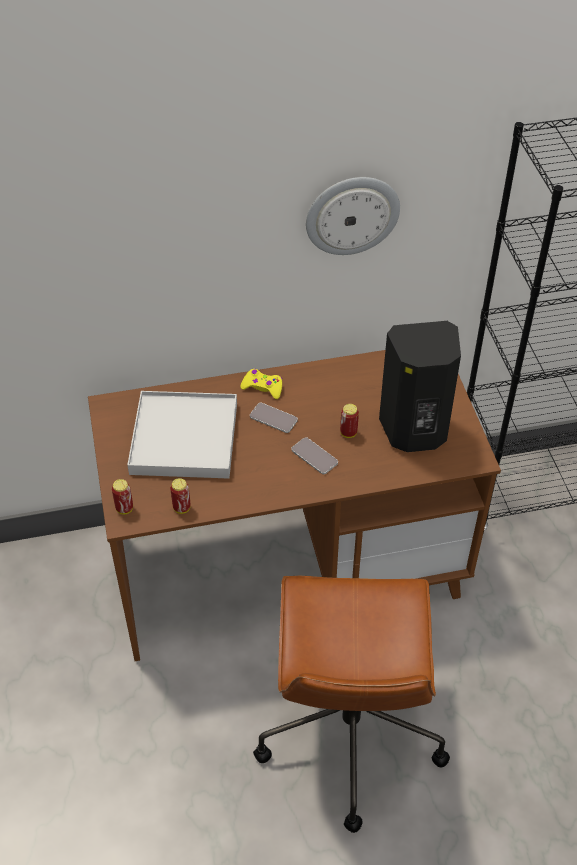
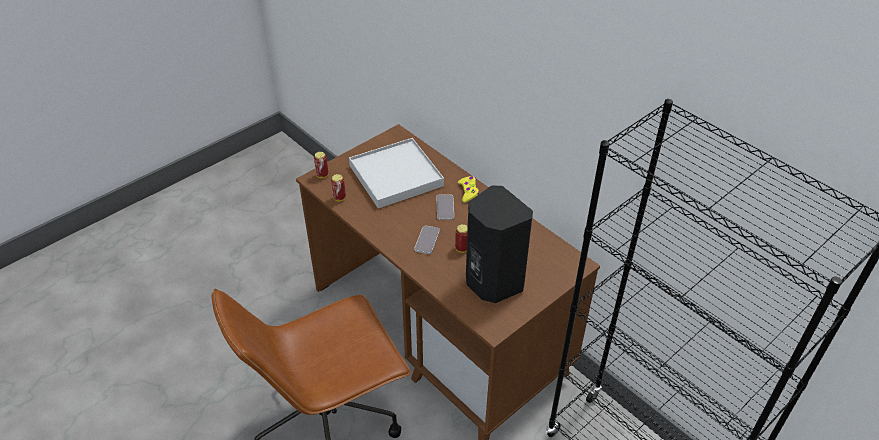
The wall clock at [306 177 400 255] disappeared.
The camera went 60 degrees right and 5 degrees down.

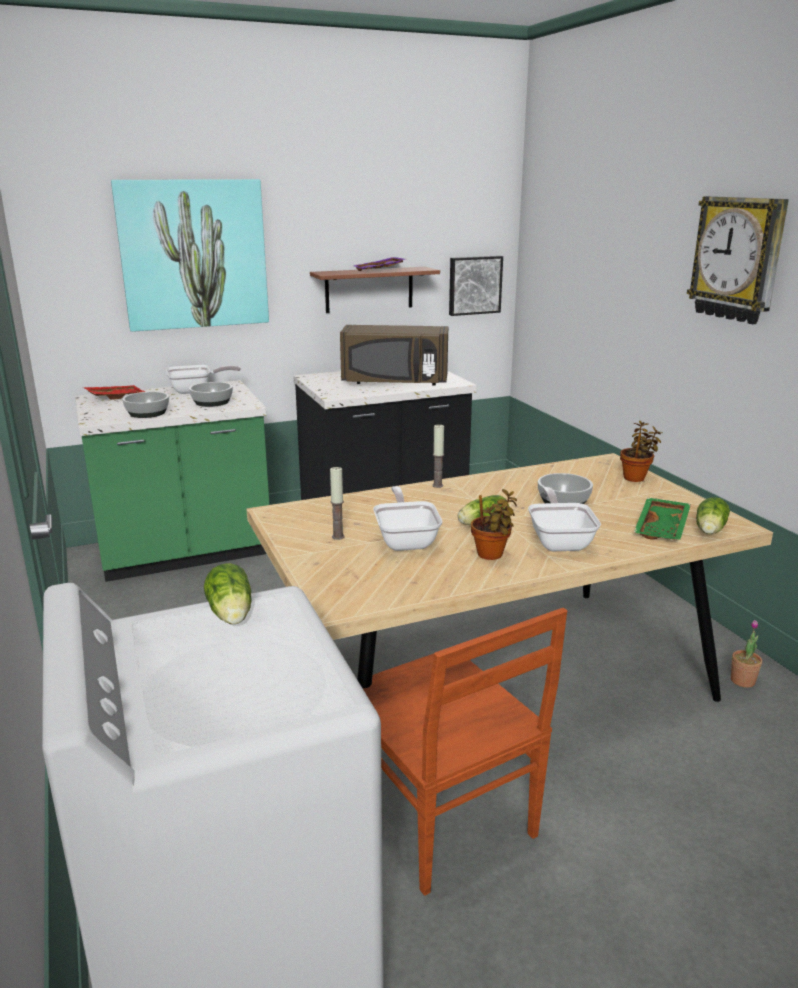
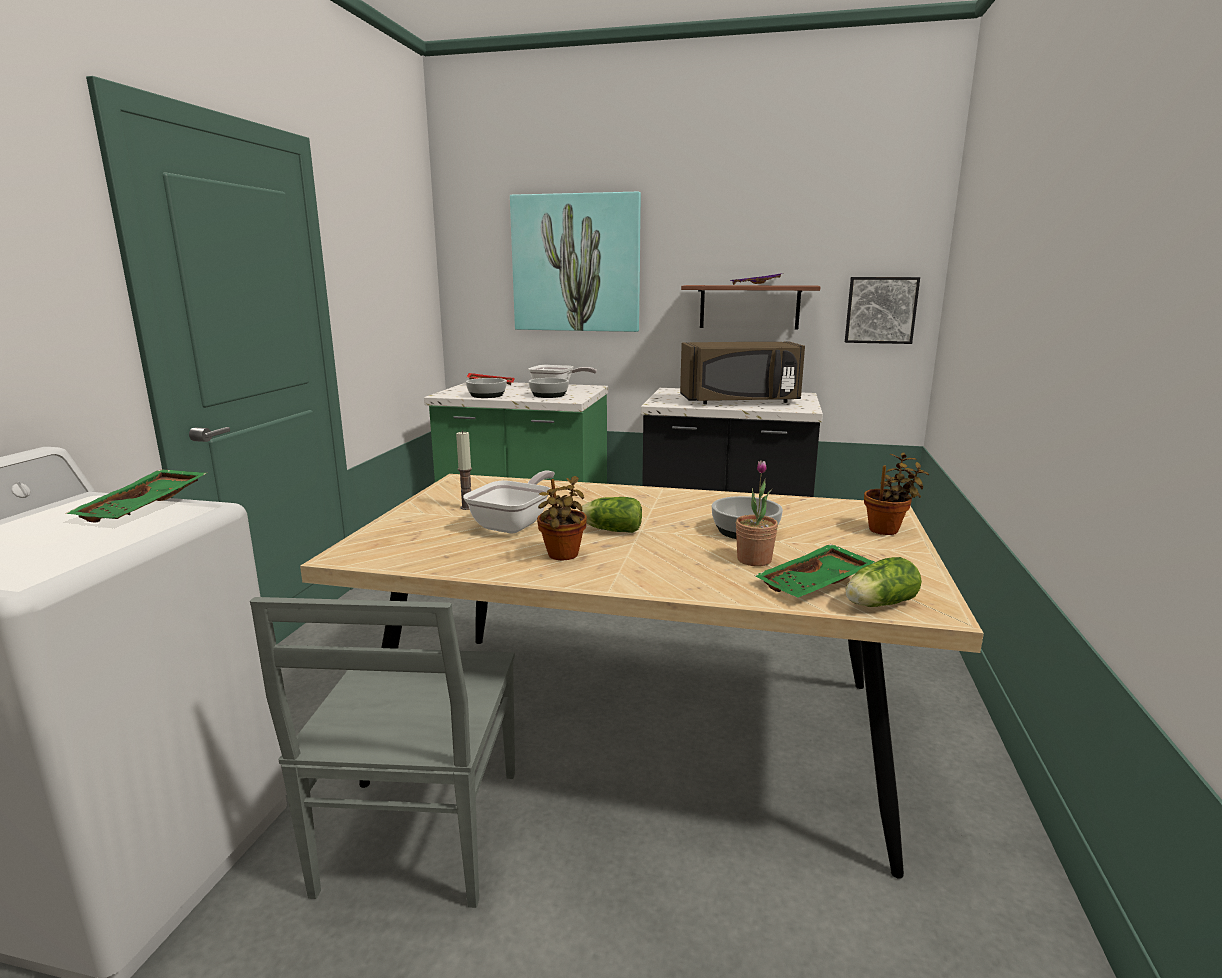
The candle at [432 425 444 488] disappeared.
The frying pan at [528 487 601 551] disappeared.
The wall clock at [687 196 789 324] disappeared.
The potted plant moved from [731 620 762 688] to [736 460 778 566].
The lettuce at [204 563 251 624] was replaced by the green tray at [65 469 207 523].
The brown chair at [363 608 568 896] became the grey chair at [250 597 515 908].
The brown microwave at [340 325 448 386] turned 45 degrees counterclockwise.
The camera went 35 degrees right and 5 degrees down.

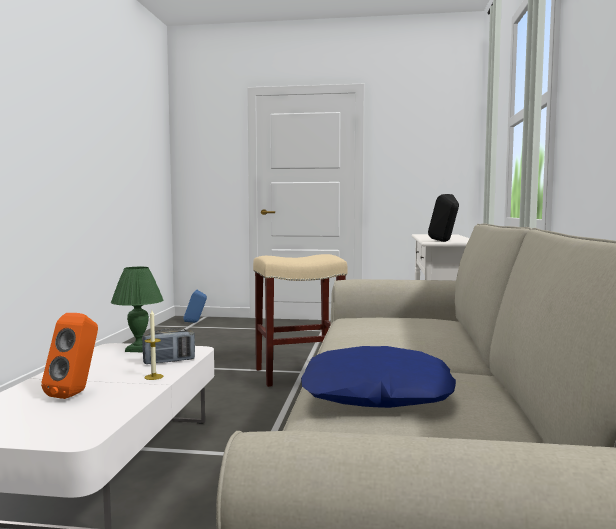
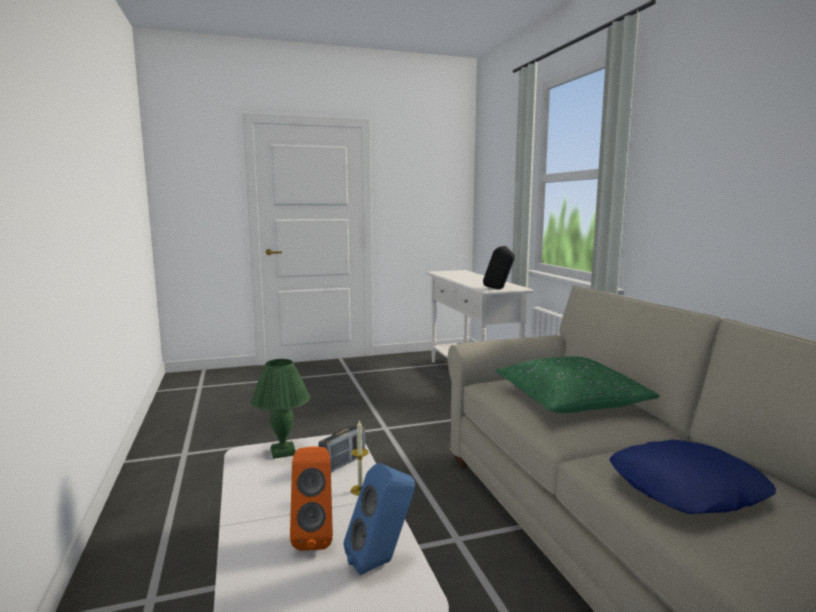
The beige stool at [253 254 348 387] disappeared.
The green pillow at [496 356 660 413] appeared.
The blue speaker moved from [183 290 207 323] to [344 463 415 575].
The camera went 25 degrees left and 5 degrees up.

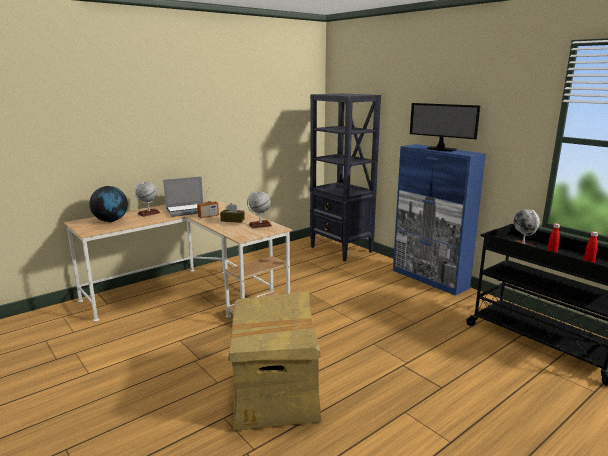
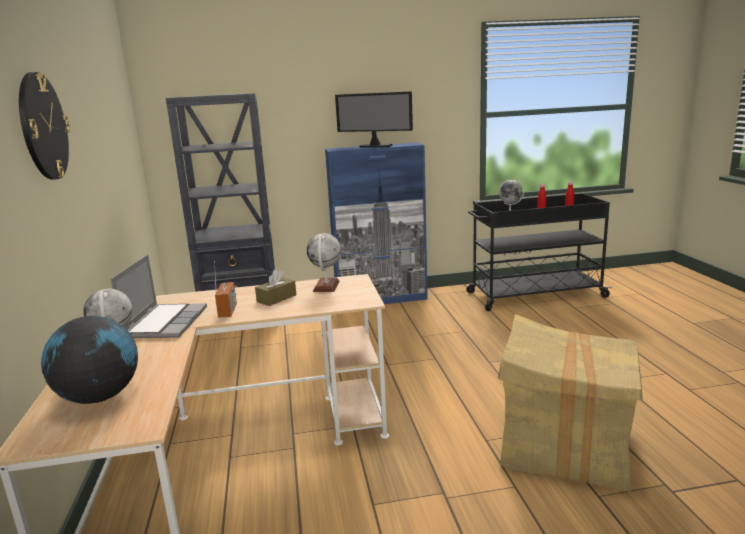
The wall clock at [19 72 70 180] appeared.
The monitor at [410 103 480 151] turned 45 degrees clockwise.
The camera went 60 degrees left and 0 degrees up.

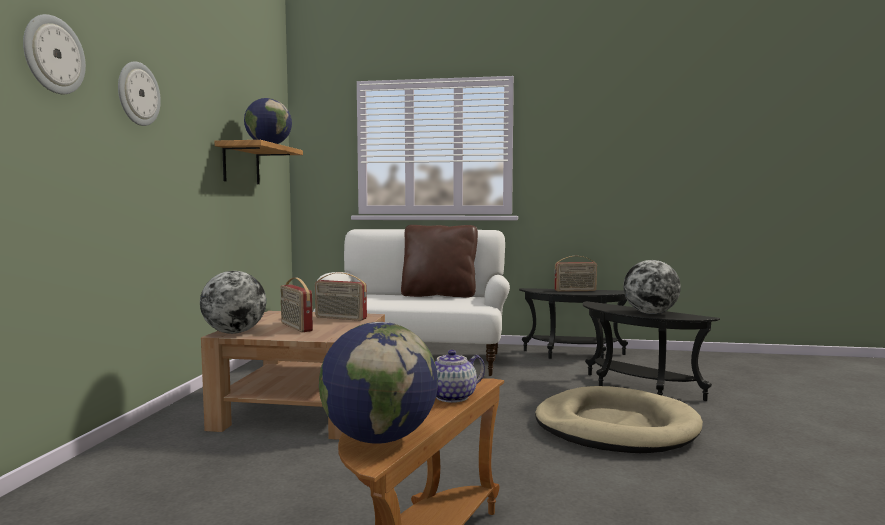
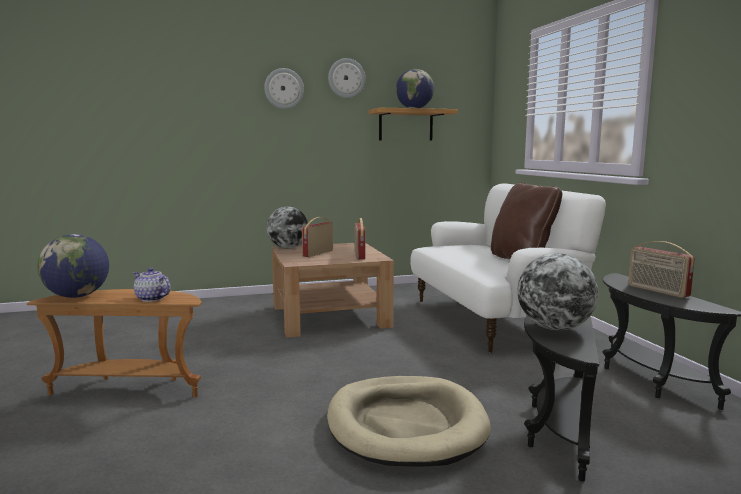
The wall clock moved from [23 14 86 94] to [328 58 366 98].
The camera went 65 degrees right and 5 degrees up.

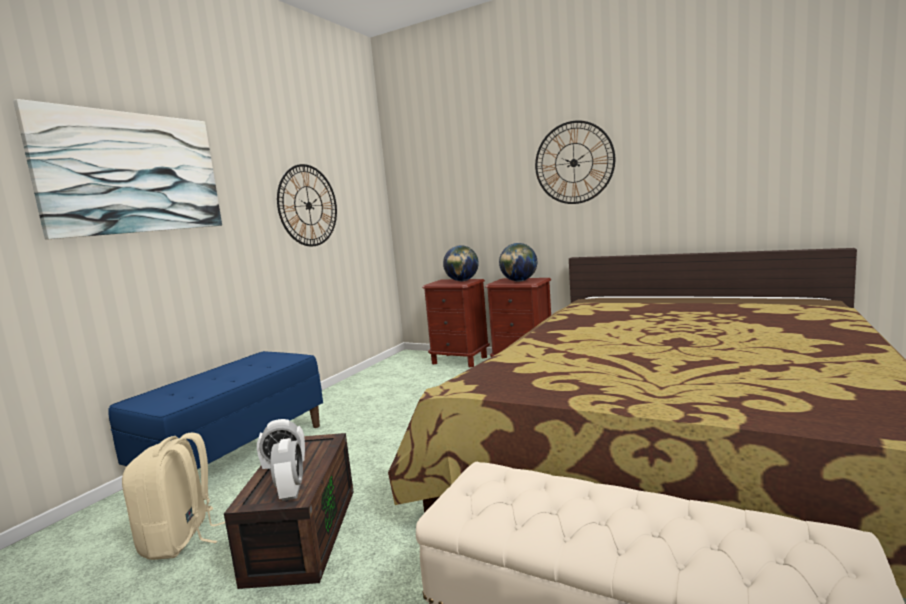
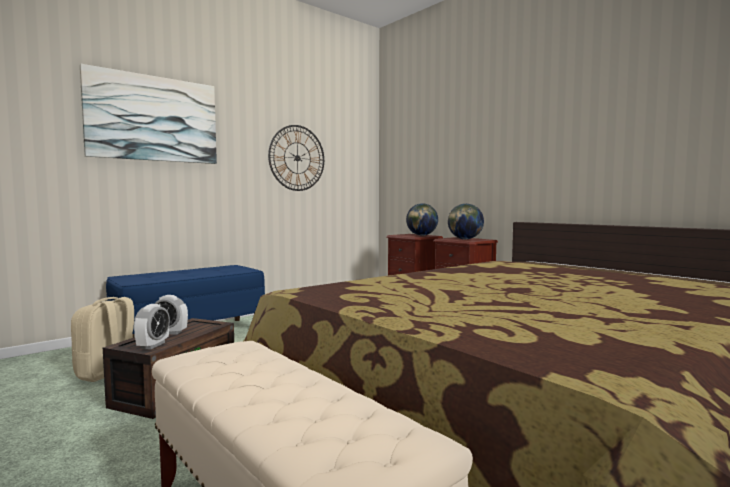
The wall clock at [535 120 615 204] disappeared.
The camera went 20 degrees right and 5 degrees down.

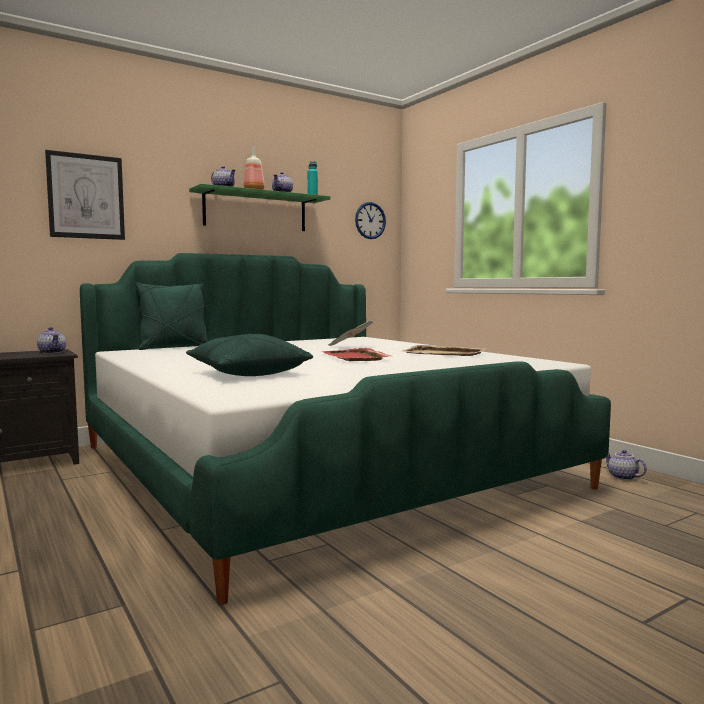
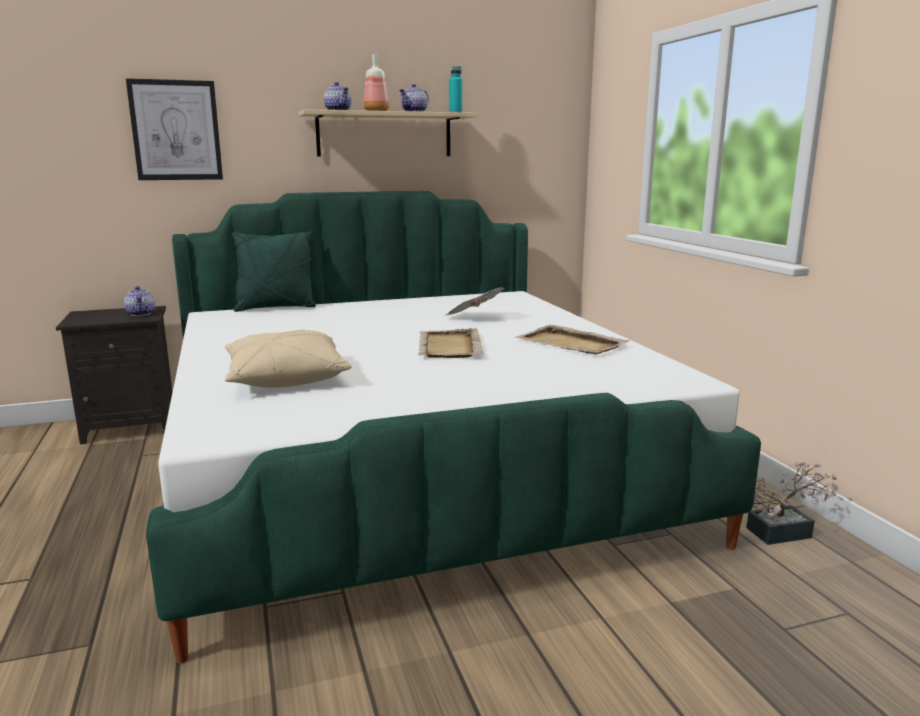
The wall clock at [355 202 386 239] disappeared.
The teapot at [606 450 647 480] was replaced by the potted plant at [746 462 837 545].
The green pillow at [186 333 313 376] became the beige pillow at [225 330 351 388].
The green shelf at [189 184 331 231] became the beige shelf at [299 110 477 156].
The red tray at [321 348 390 361] became the beige tray at [419 328 484 358].
The camera went 15 degrees right and 10 degrees up.

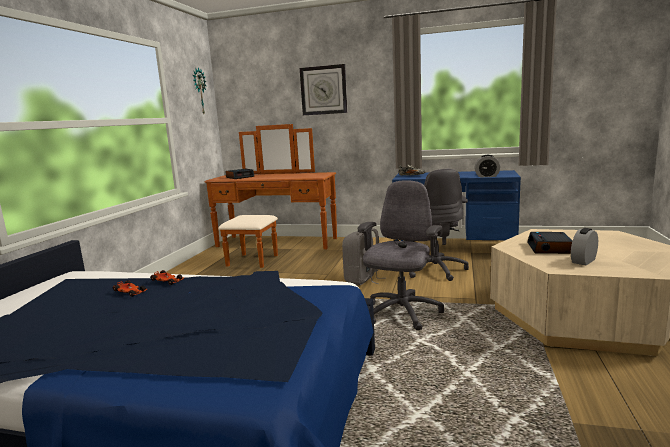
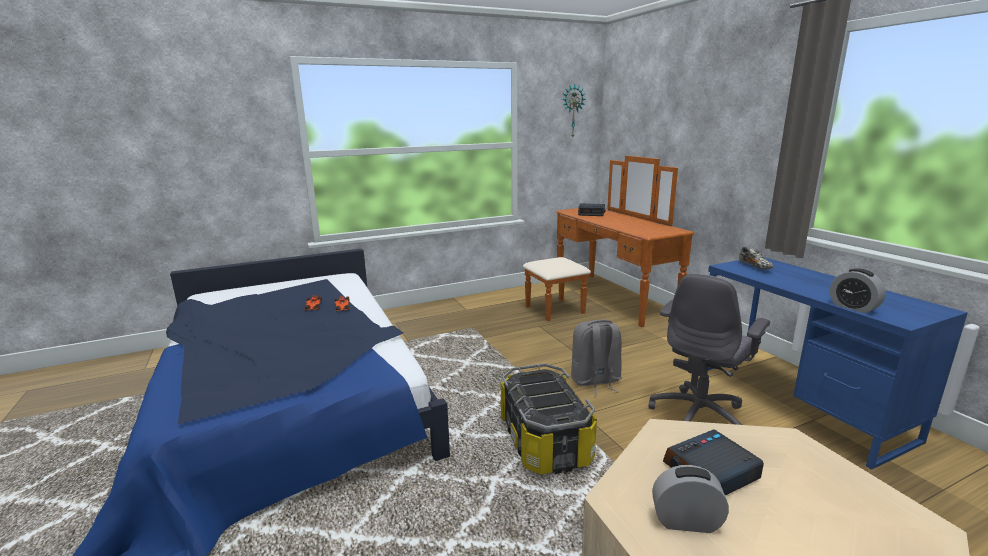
The wall clock at [300 64 347 115] disappeared.
The grey office chair at [358 180 444 330] was replaced by the storage box at [501 363 597 474].
The camera went 50 degrees right and 5 degrees up.

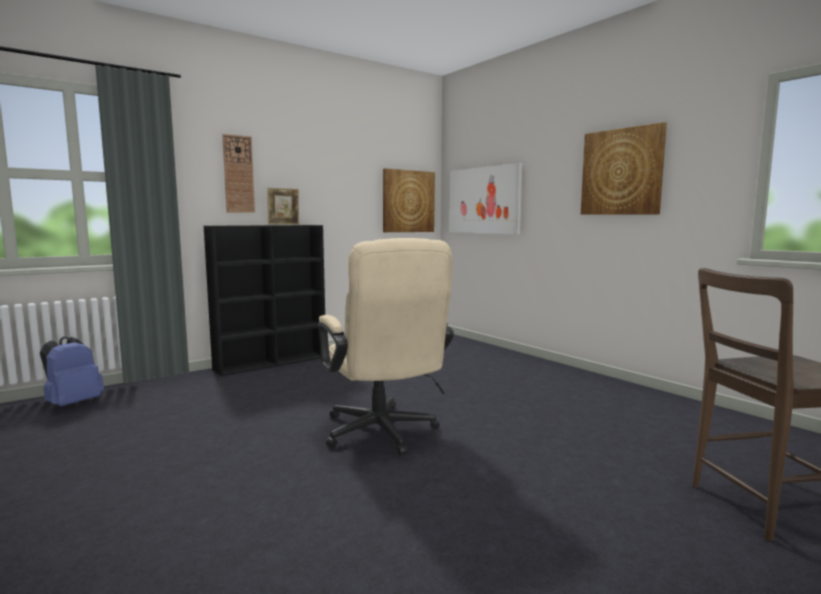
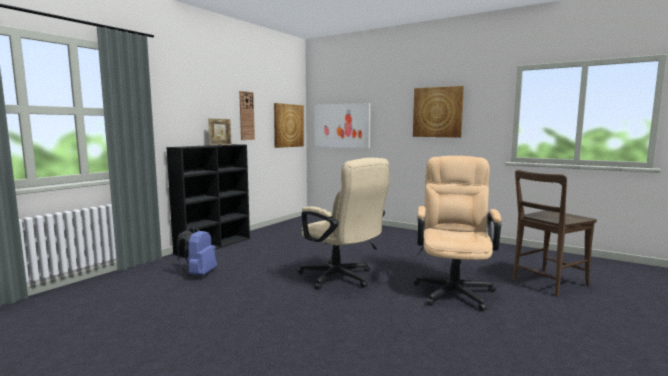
The beige office chair at [413 156 502 311] appeared.
The blue backpack moved from [40 336 104 406] to [176 227 217 276].
The wall clock moved from [222 134 255 213] to [239 91 255 140].
The camera went 20 degrees left and 0 degrees up.

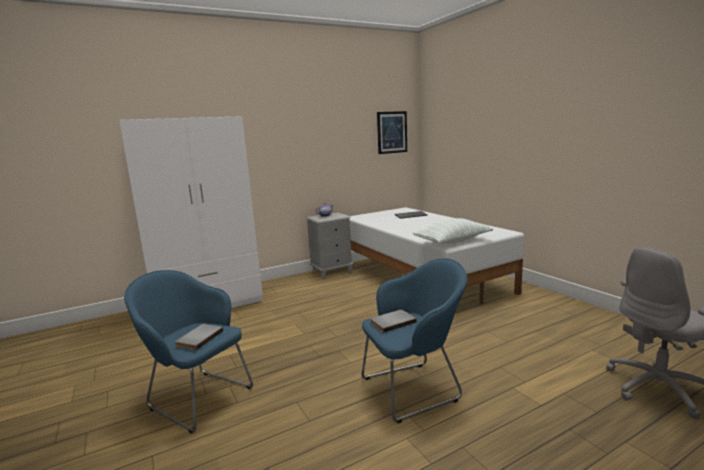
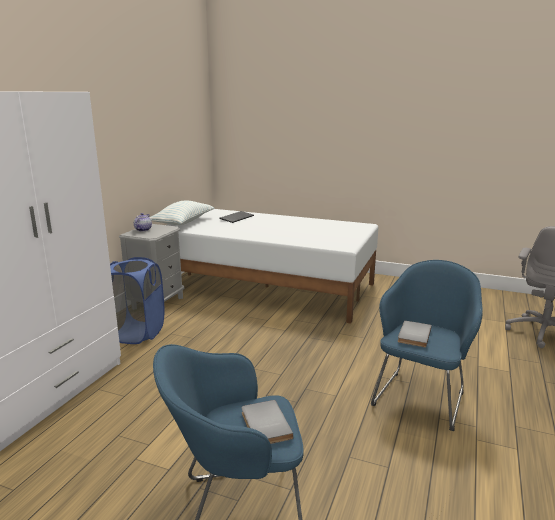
The picture at [377 111 407 154] disappeared.
The blue laundry basket at [110 257 165 344] appeared.
The pillow moved from [413 218 493 244] to [149 200 214 225].
The camera went 40 degrees left and 5 degrees up.

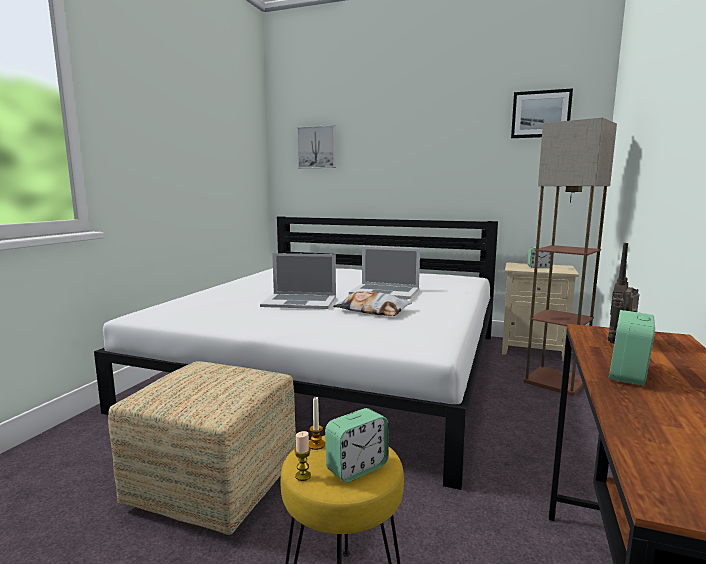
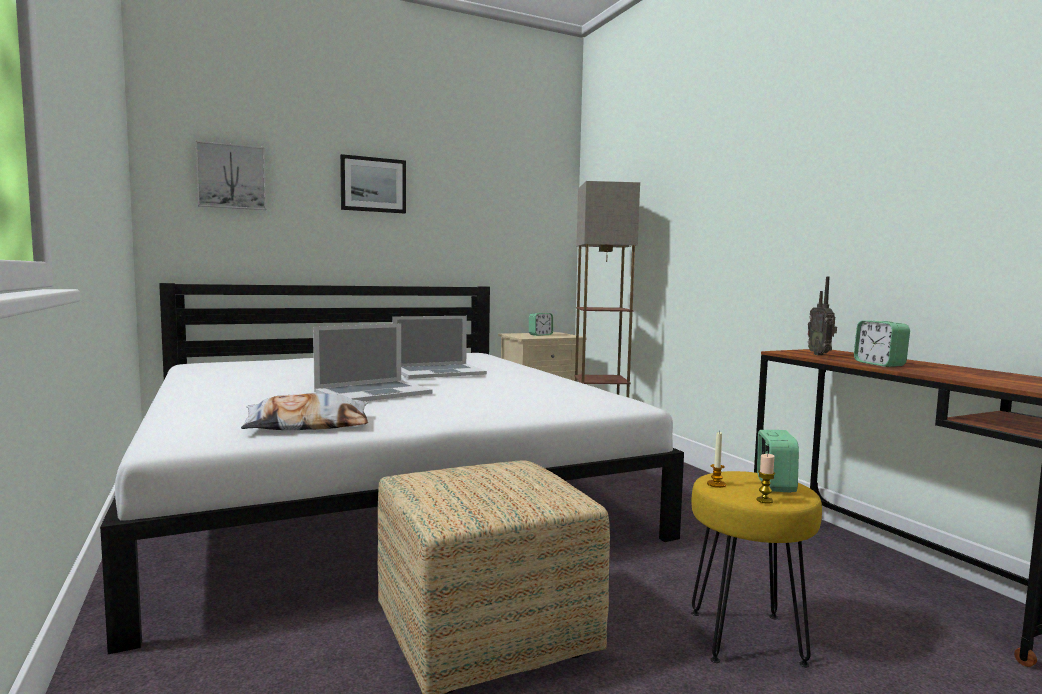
The pillow moved from [333 291 412 316] to [241 393 368 430].
The picture moved from [511 88 573 138] to [340 154 406 213].
The camera went 45 degrees left and 5 degrees down.

